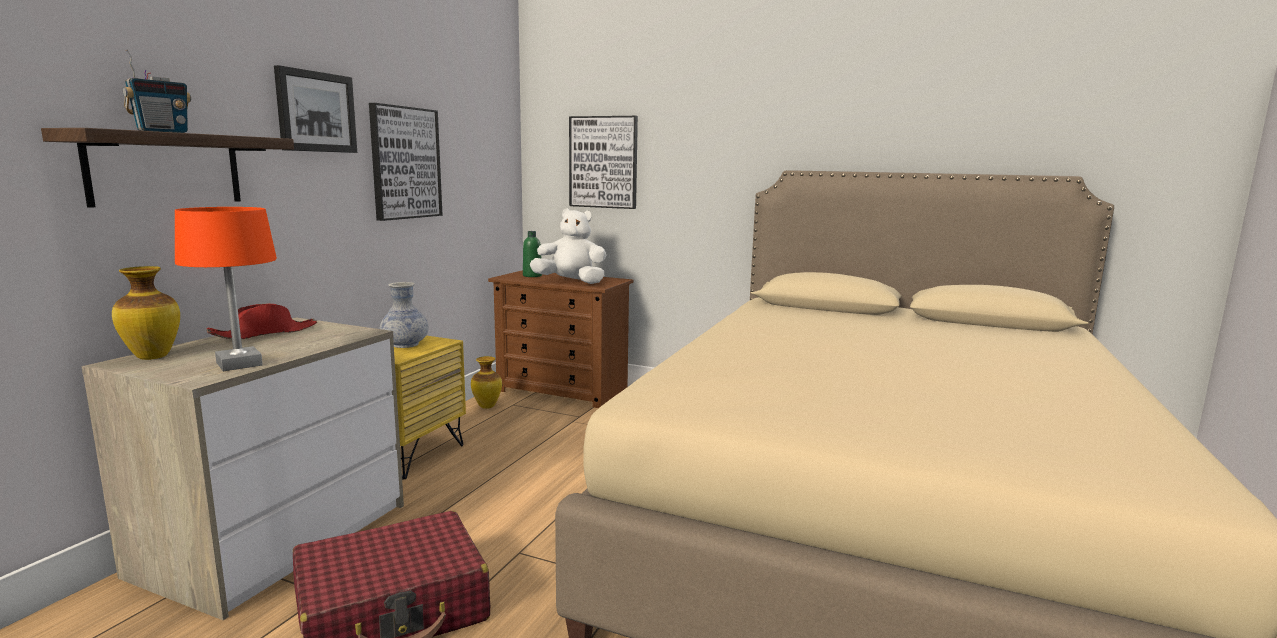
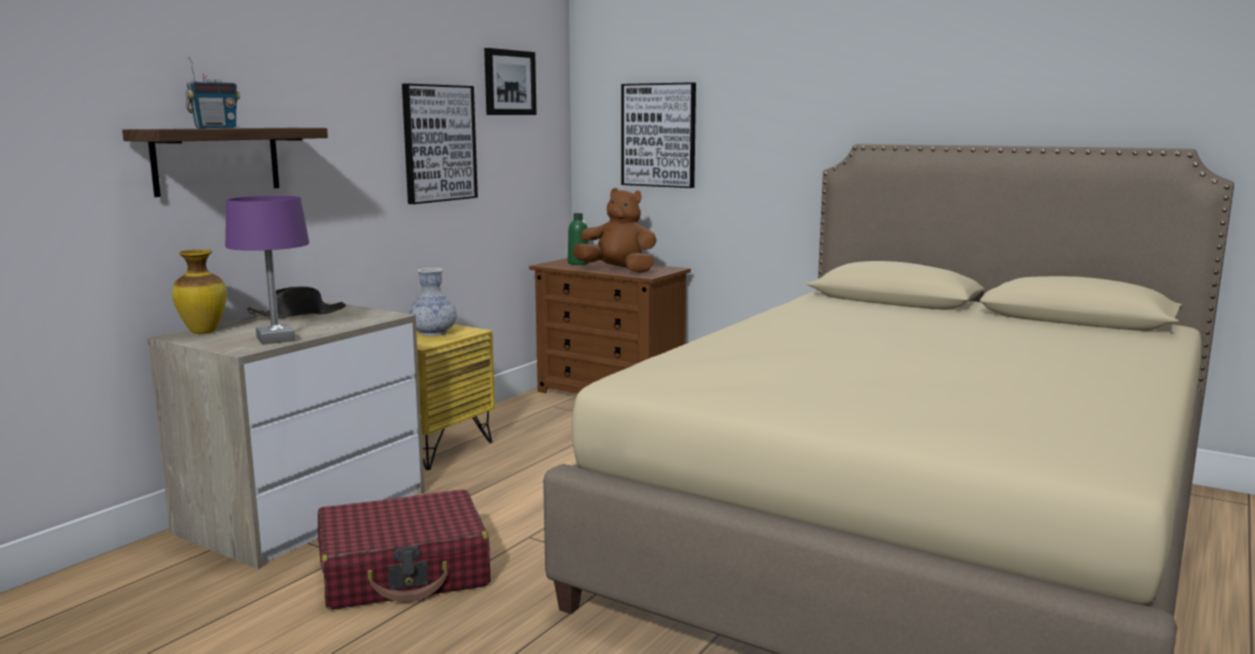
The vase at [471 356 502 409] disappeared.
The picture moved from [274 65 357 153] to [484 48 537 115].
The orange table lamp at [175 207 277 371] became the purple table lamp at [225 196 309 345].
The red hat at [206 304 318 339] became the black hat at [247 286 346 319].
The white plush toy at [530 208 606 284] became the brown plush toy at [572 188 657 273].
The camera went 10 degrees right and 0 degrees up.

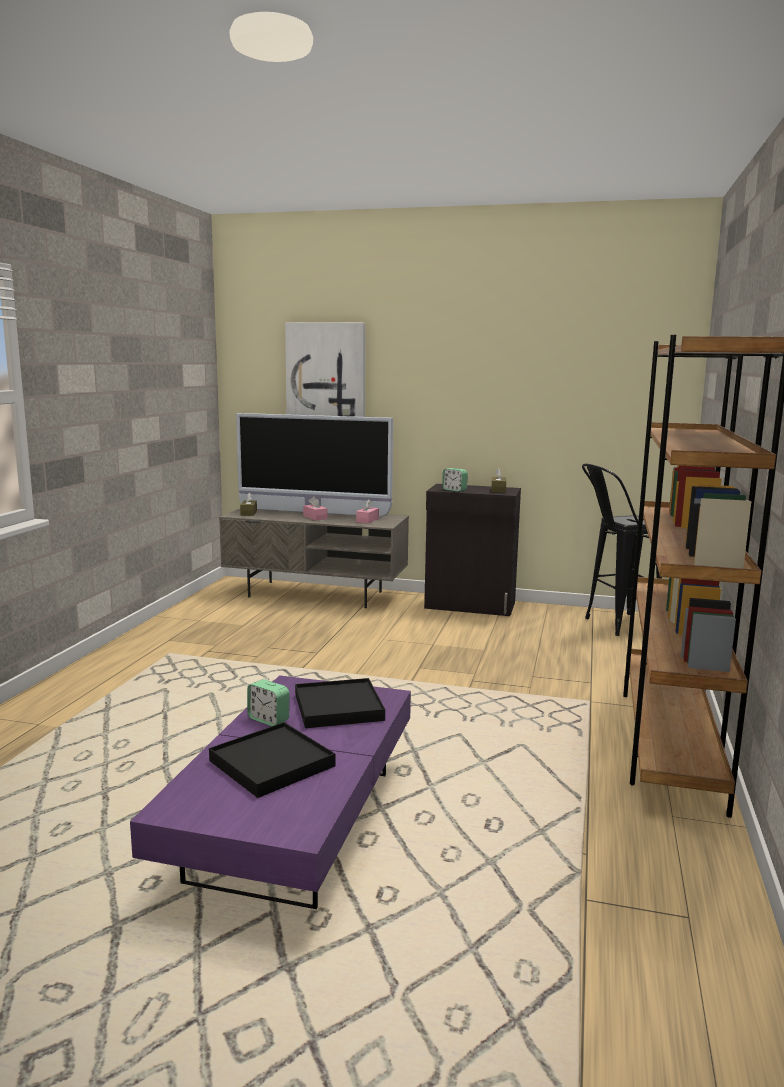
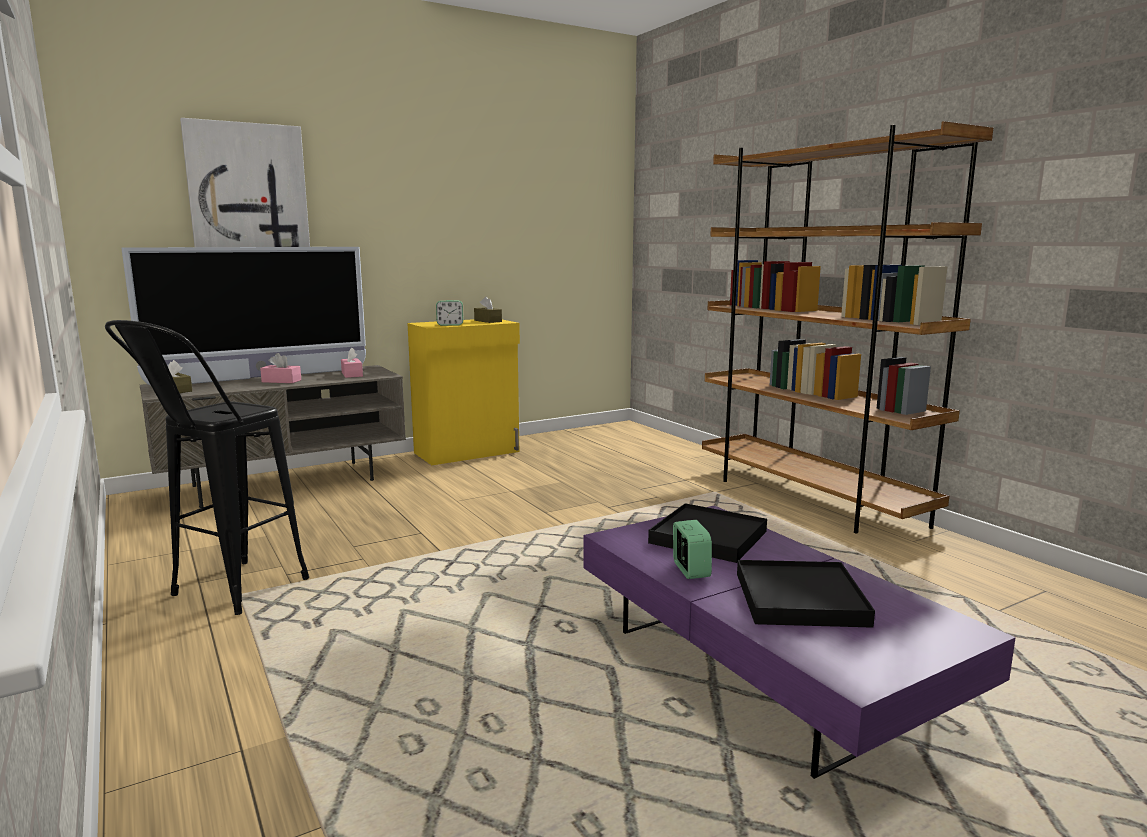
The black stool moved from [582 464 662 636] to [105 320 309 615].
The black cabinet at [424 484 521 616] became the yellow cabinet at [407 319 520 465].
The alarm clock at [247 679 289 726] turned 90 degrees counterclockwise.
The camera went 45 degrees left and 0 degrees up.

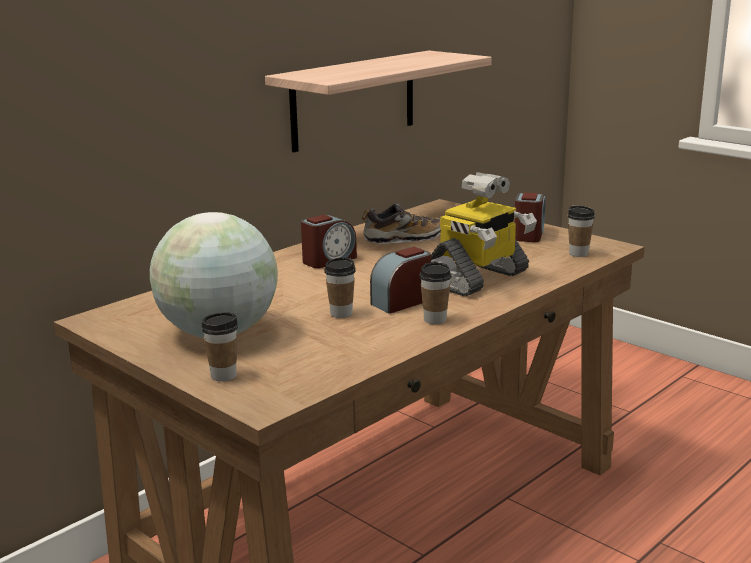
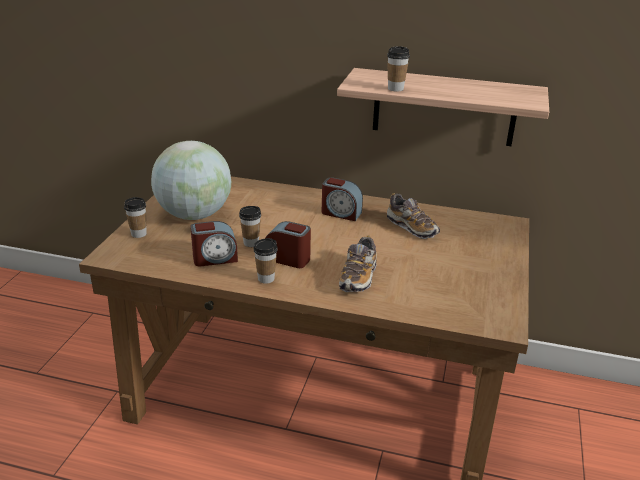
The alarm clock moved from [514 193 546 242] to [190 221 238 266].
The cup moved from [568 205 595 257] to [387 46 410 92].
The toy robot at [431 172 537 296] was replaced by the shoe at [339 235 377 292].
The camera went 60 degrees right and 10 degrees up.

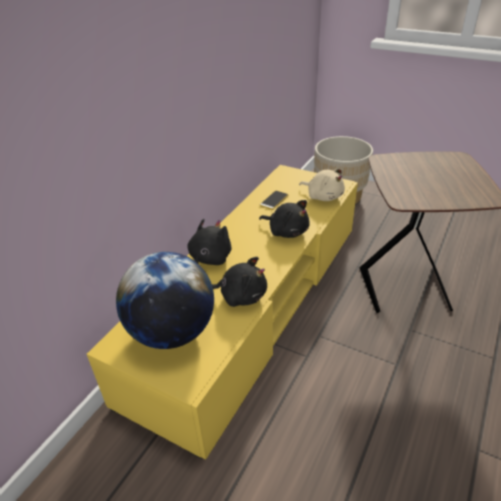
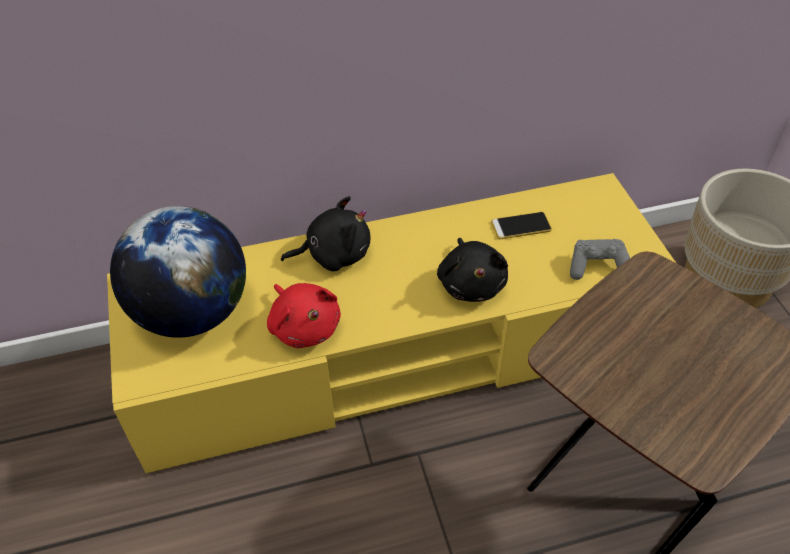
The beige plush toy at [299 168 345 201] was replaced by the grey game controller at [570 239 630 280].
The black plush toy at [212 257 267 307] became the red plush toy at [267 283 341 348].
The camera went 45 degrees right and 10 degrees up.

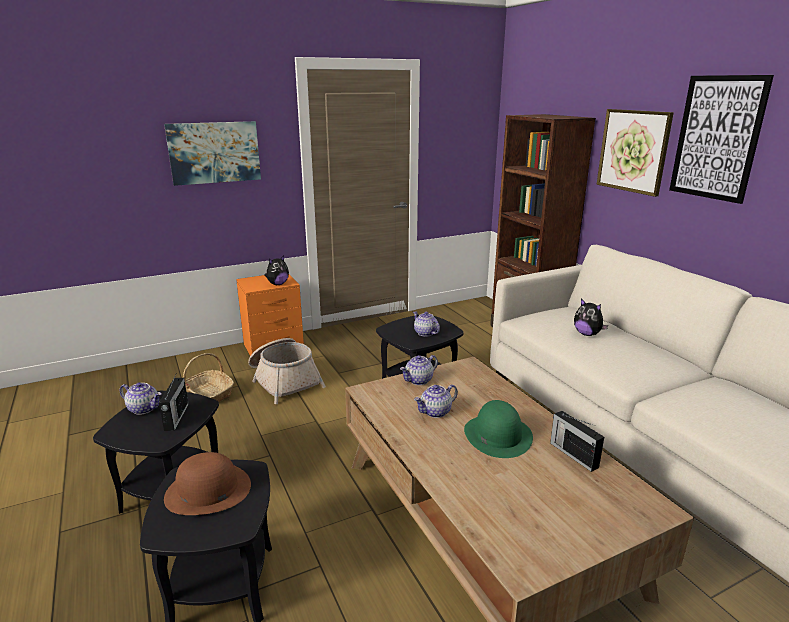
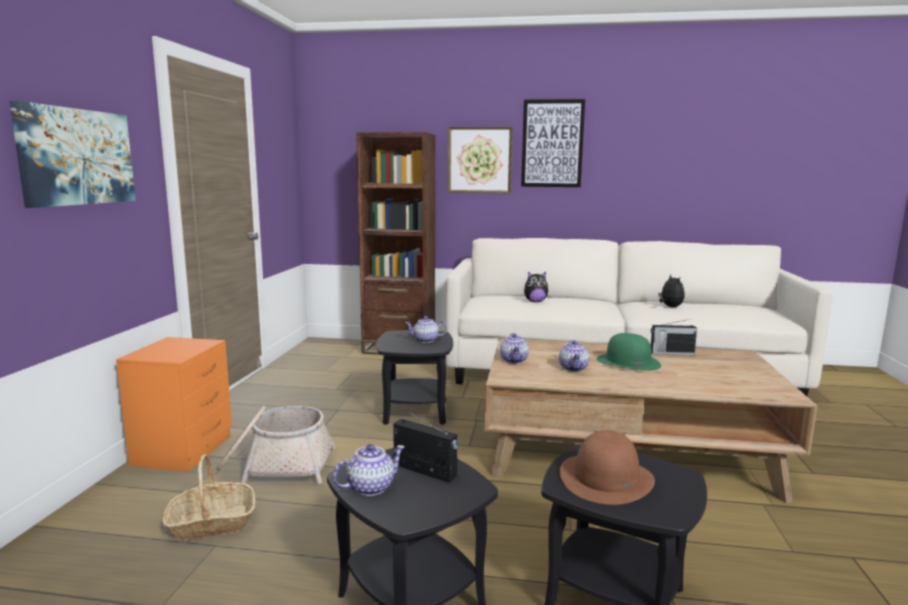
The plush toy moved from [264 256 289 285] to [658 274 685 307].
The camera went 55 degrees left and 10 degrees down.

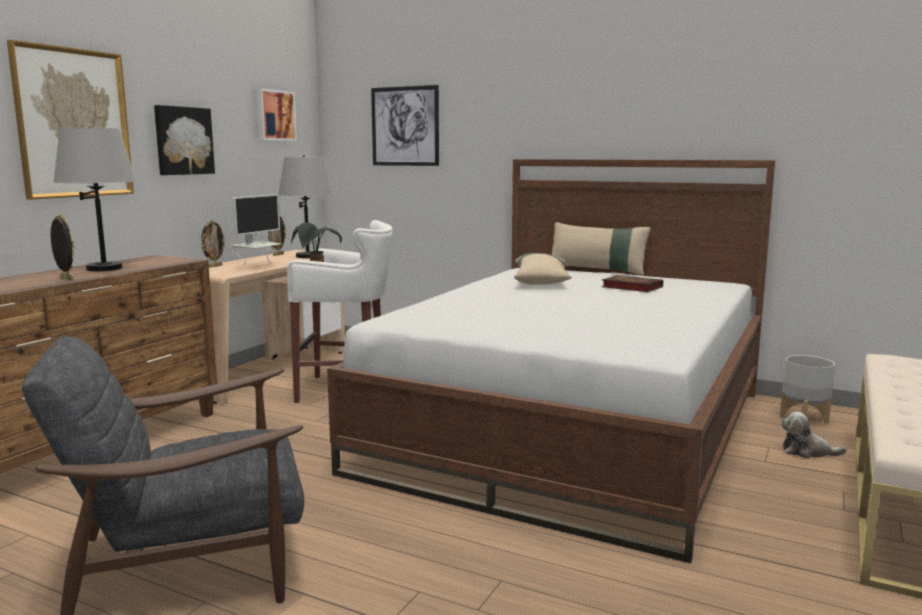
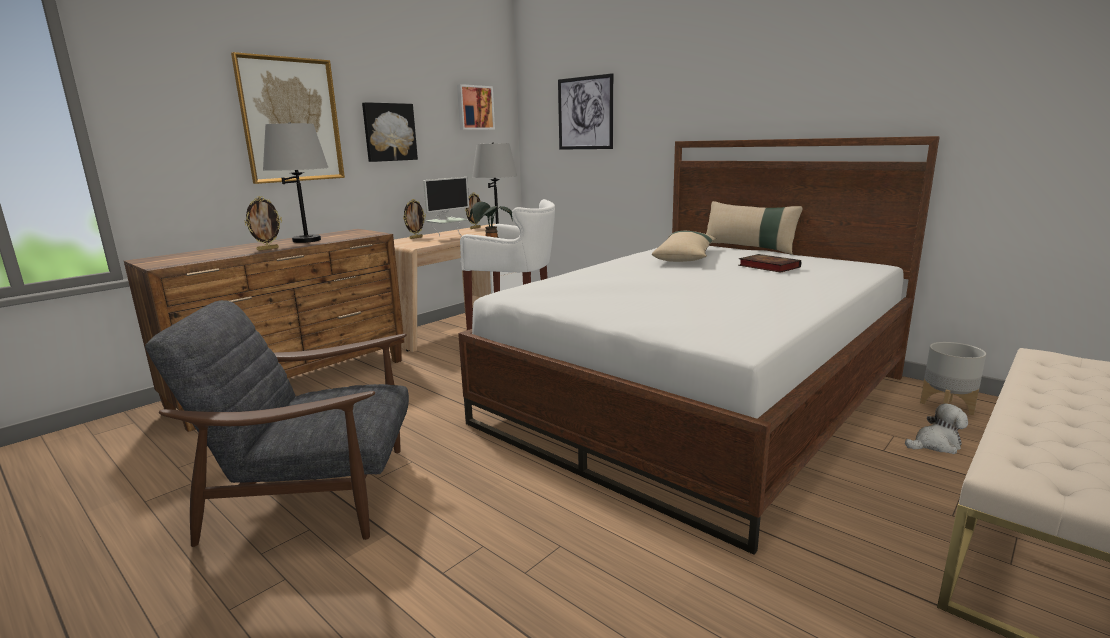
The picture frame at [51 214 75 280] turned 90 degrees clockwise.
The plush toy at [781 412 847 458] turned 135 degrees clockwise.
The camera went 15 degrees right and 5 degrees up.

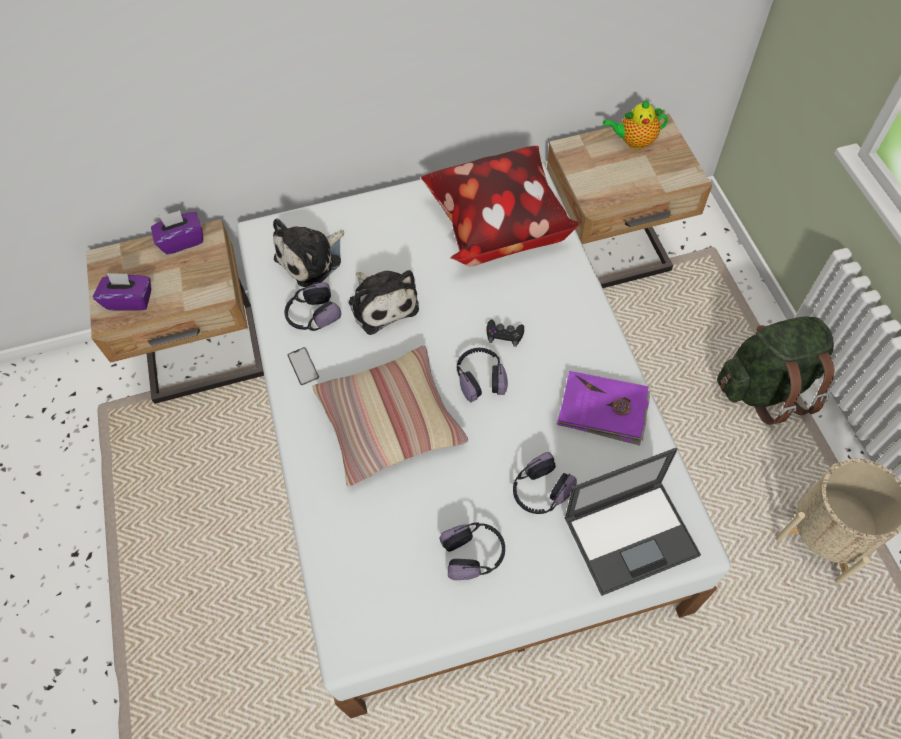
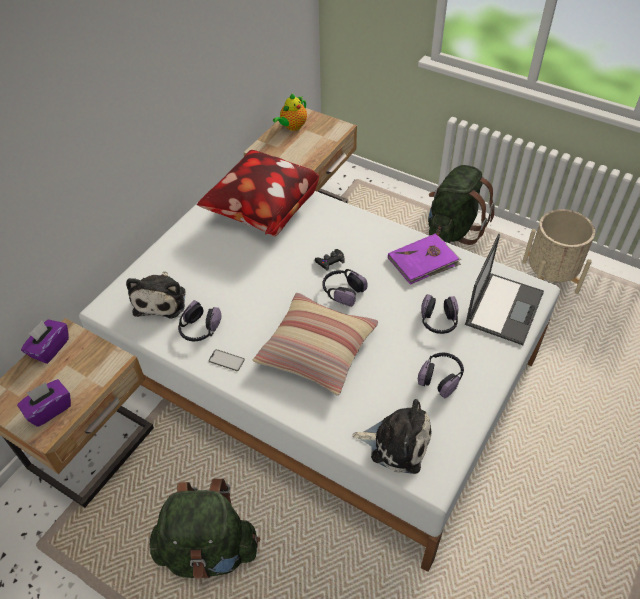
The green backpack at [149 479 260 579] appeared.
The plush toy moved from [348 270 419 335] to [352 399 432 474].
The camera went 45 degrees left and 10 degrees down.

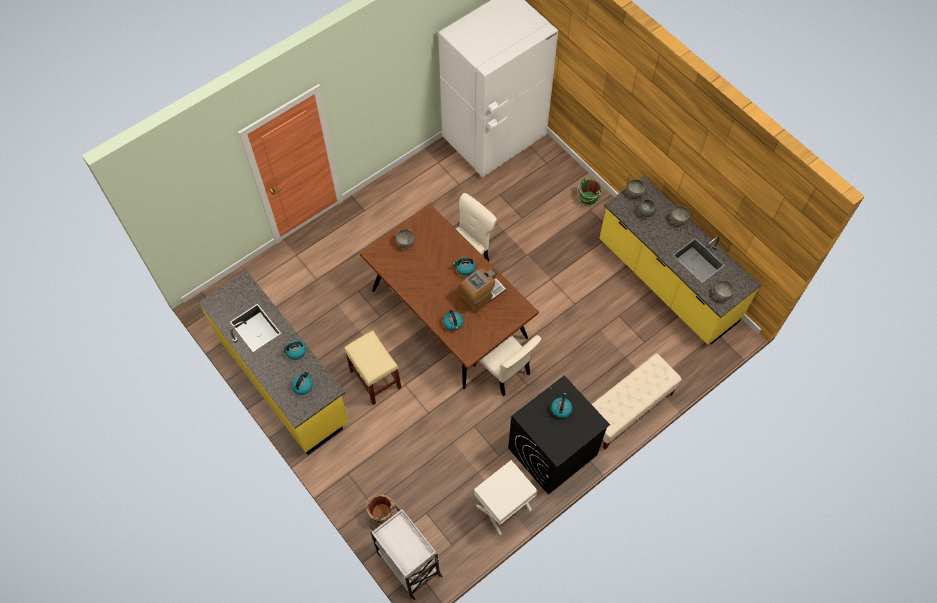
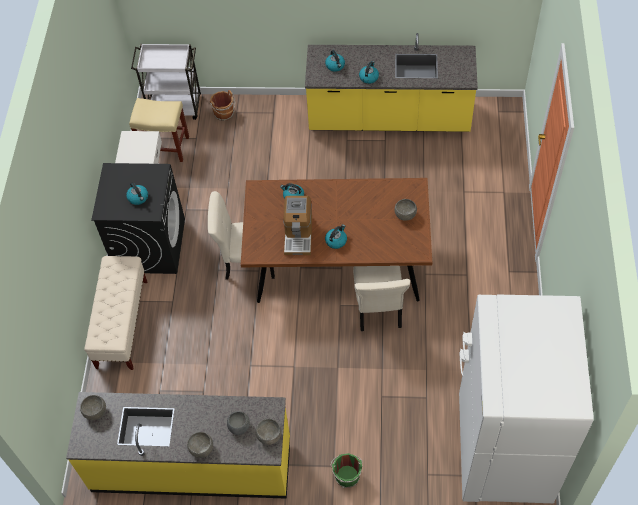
The beige stool moved from [344 331 401 405] to [129 98 189 162].
The camera went 135 degrees right and 5 degrees down.

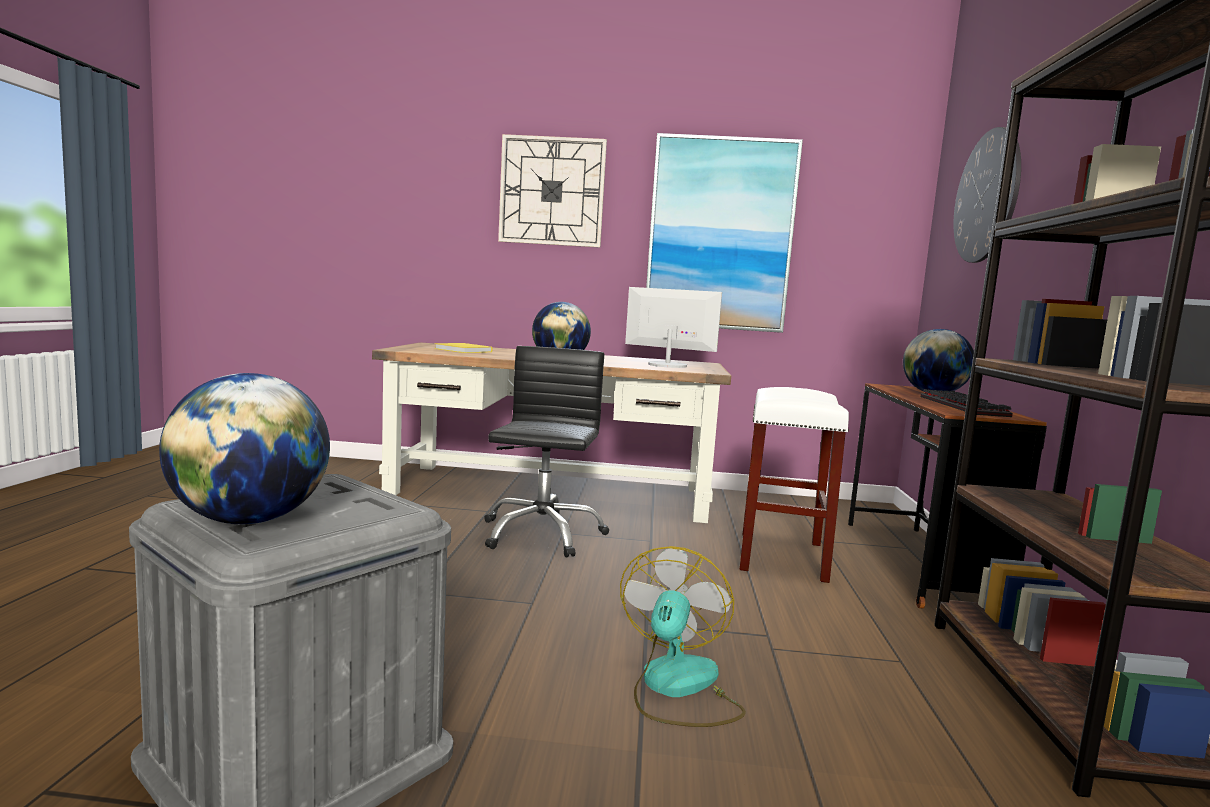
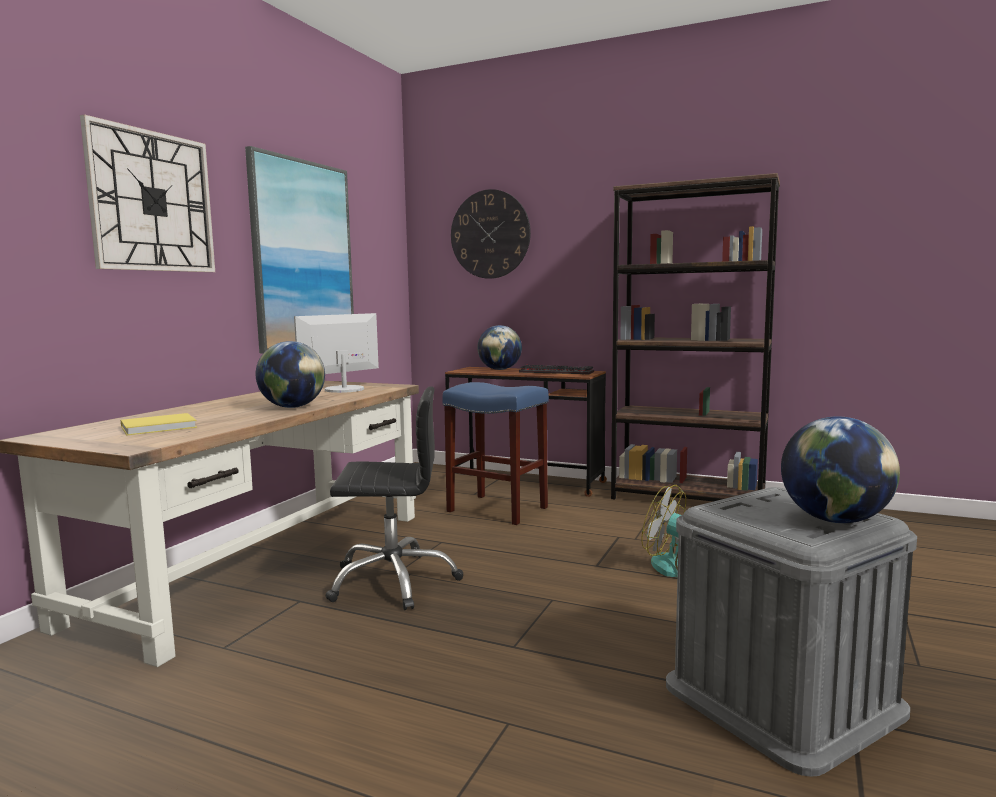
The white stool at [740 387 849 583] became the blue stool at [442 382 549 525].
The black office chair at [484 346 609 558] turned 150 degrees clockwise.
The camera went 70 degrees left and 0 degrees up.

